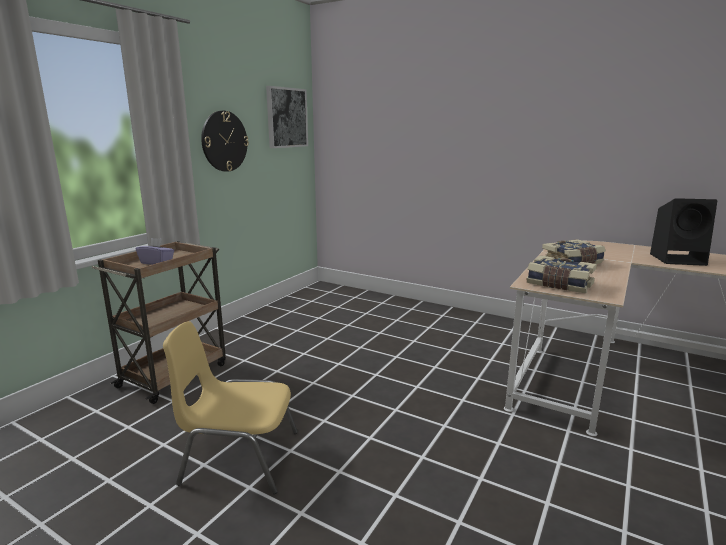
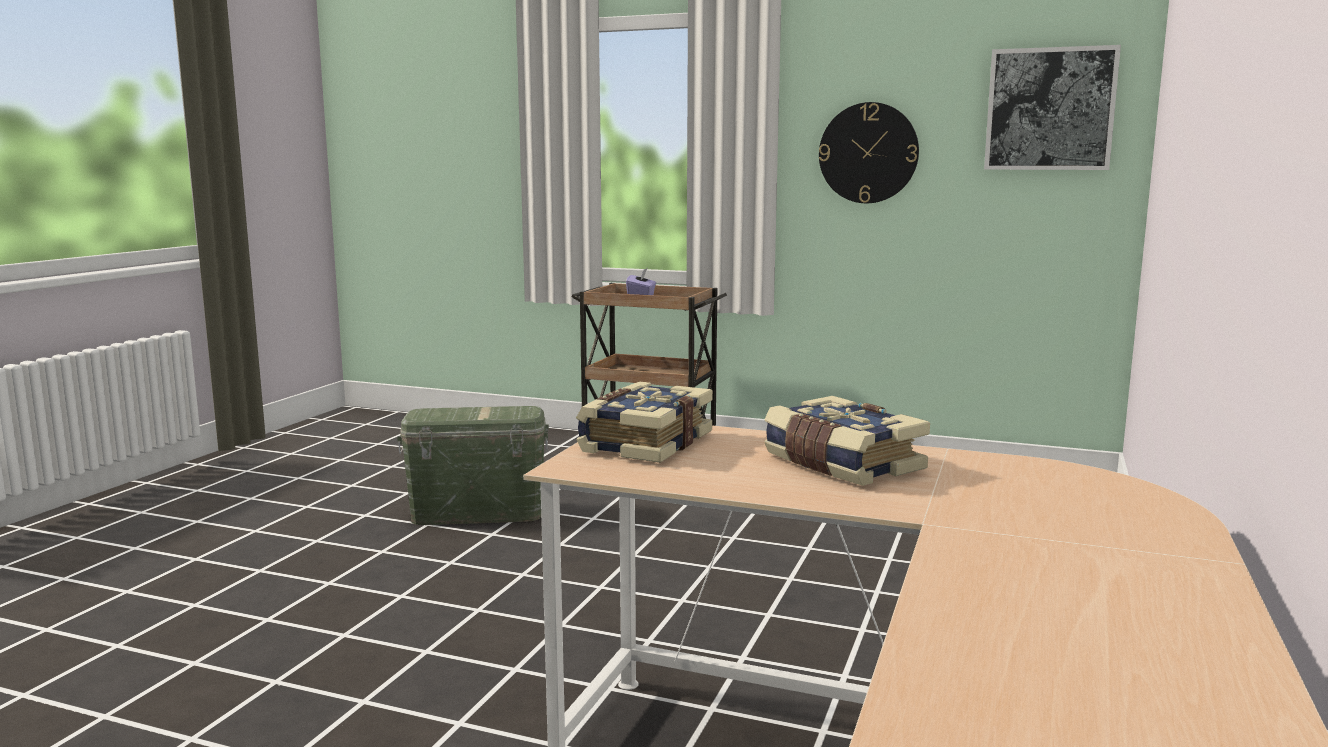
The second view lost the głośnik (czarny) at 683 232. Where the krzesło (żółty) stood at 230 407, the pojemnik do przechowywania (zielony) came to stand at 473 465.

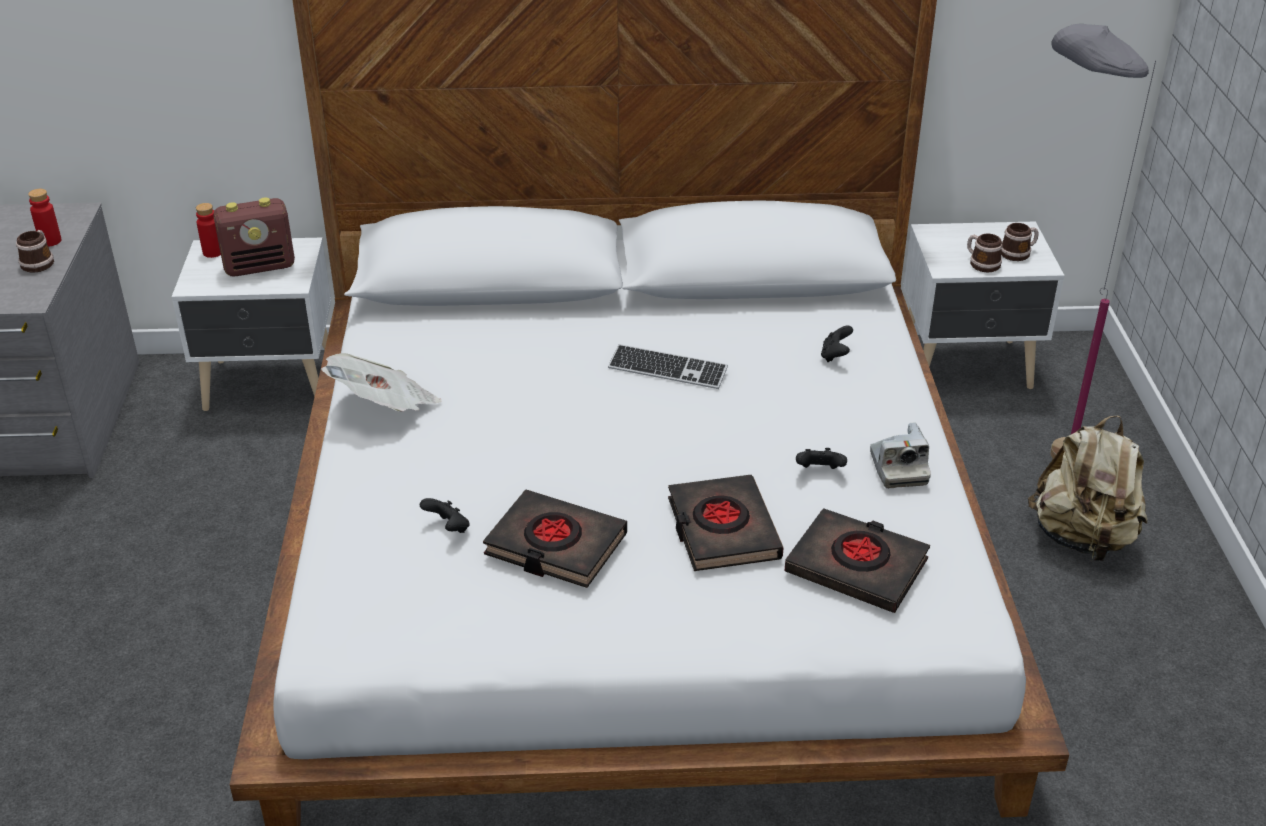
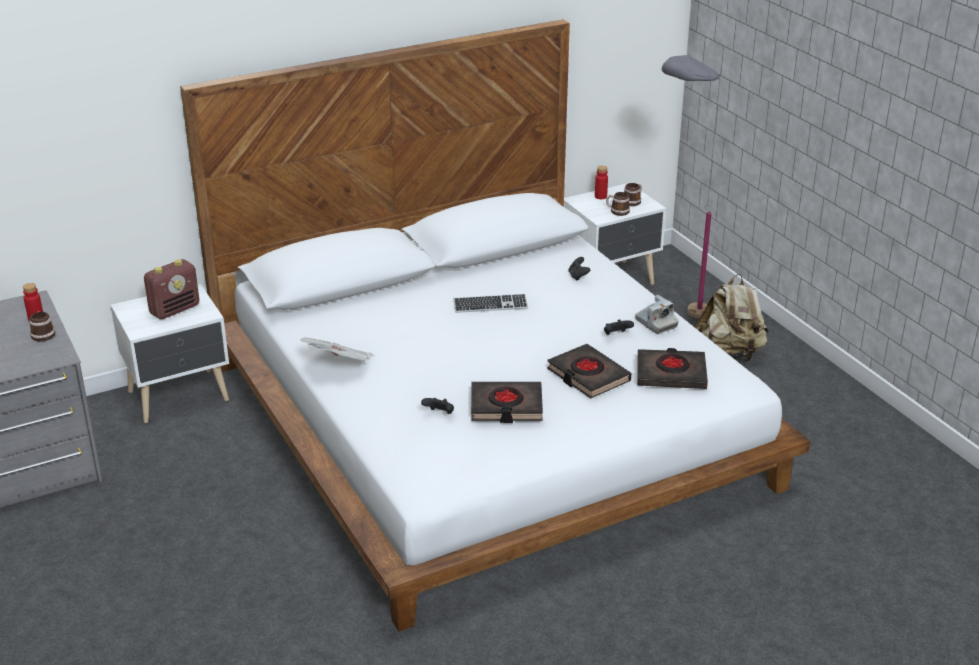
The butelka (czerwony) ended up elsewhere, having gone from 208 230 to 601 182.

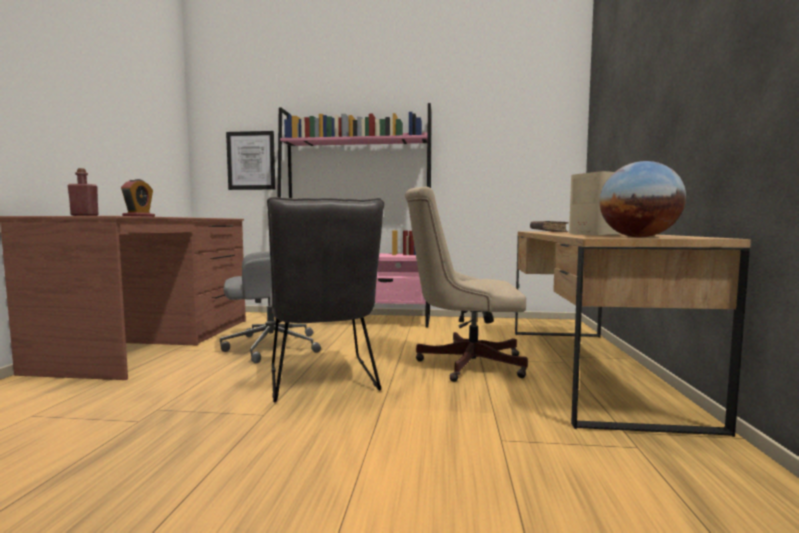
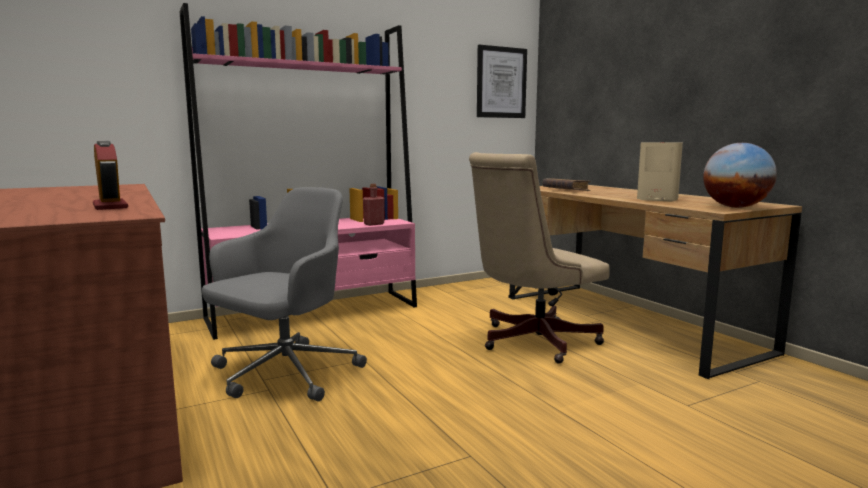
The obraz ended up elsewhere, having gone from 250 160 to 502 81. The butelka (czerwony) ended up elsewhere, having gone from 83 192 to 373 205. The second view lost the krzesło (szary) at 325 300.

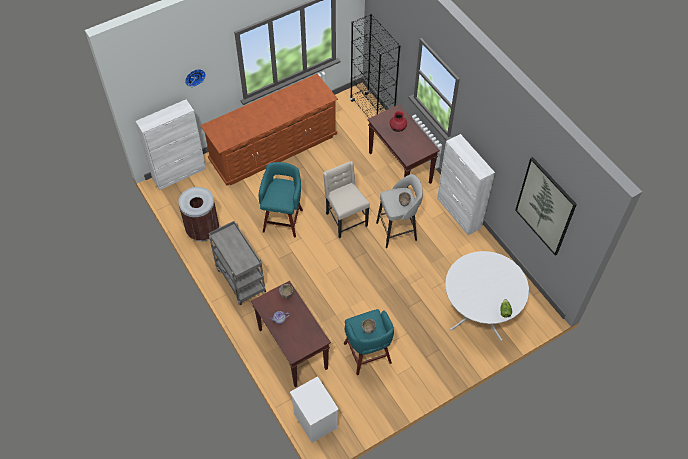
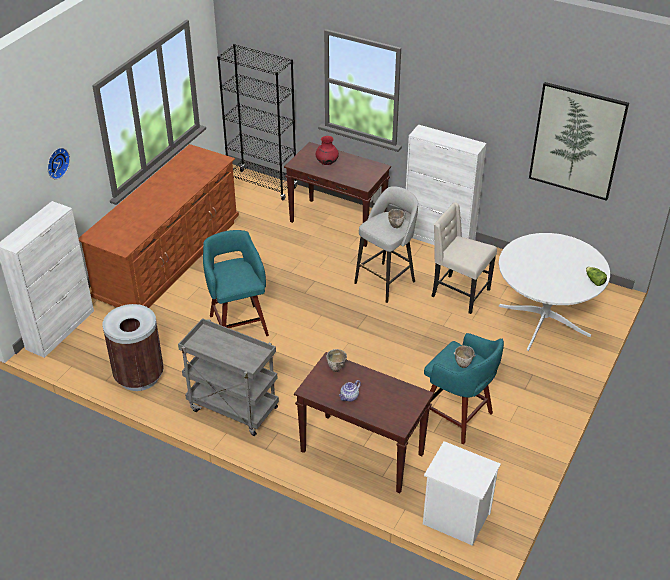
The krzesło (beżowy) ended up elsewhere, having gone from 346 199 to 464 258.

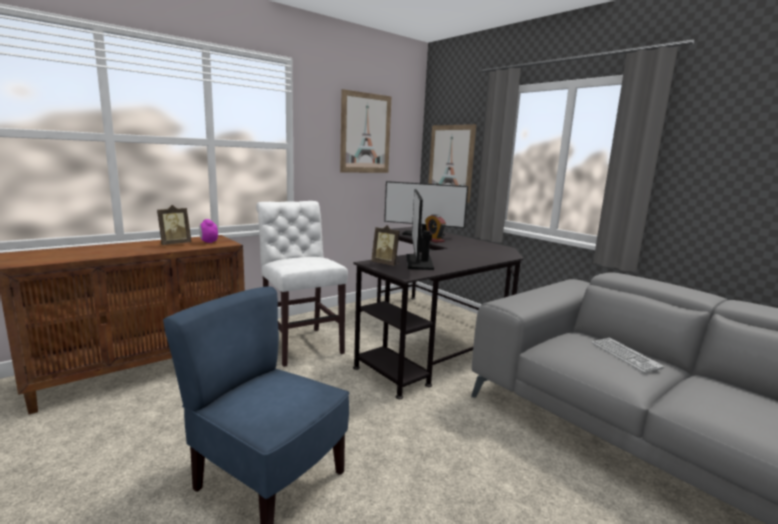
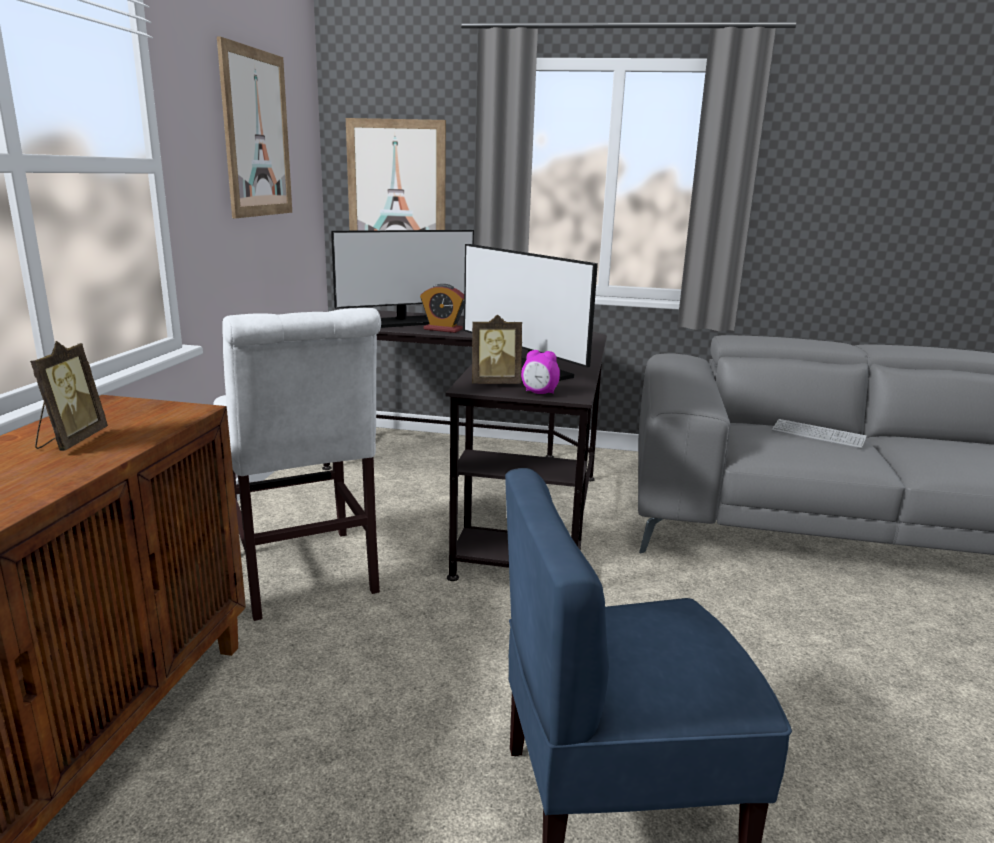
The krzesło (biały) at 302 284 ended up facing another way, 135 degrees counterclockwise from before. The budzik ended up elsewhere, having gone from 208 231 to 540 372.

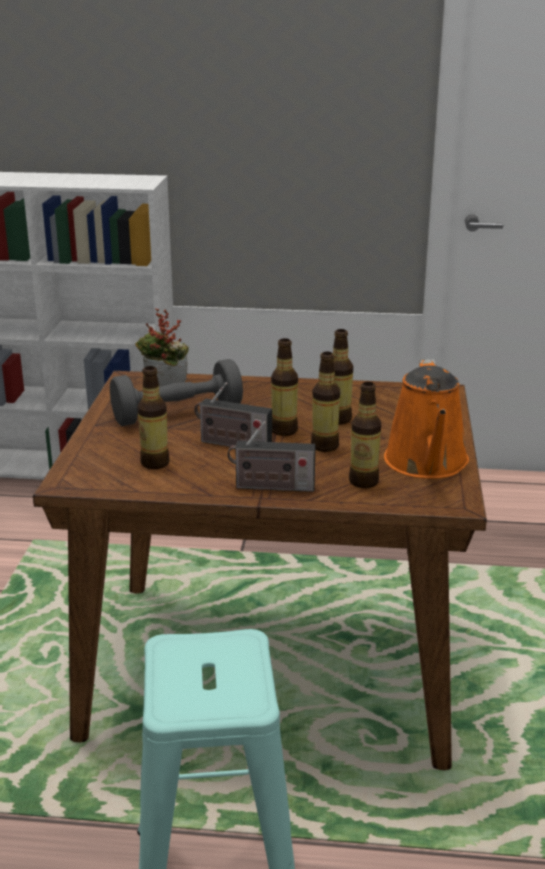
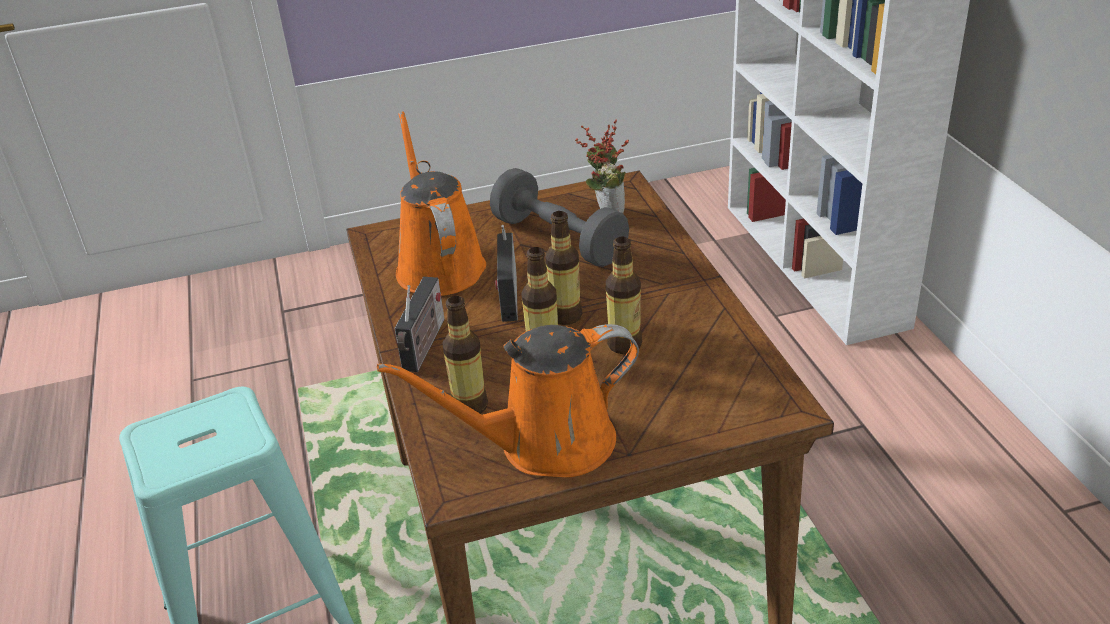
Where the butelka stood at 154 417, the konewka (pomarańczowy) came to stand at 441 203. The radio at 271 456 ended up facing another way, 150 degrees counterclockwise from before.

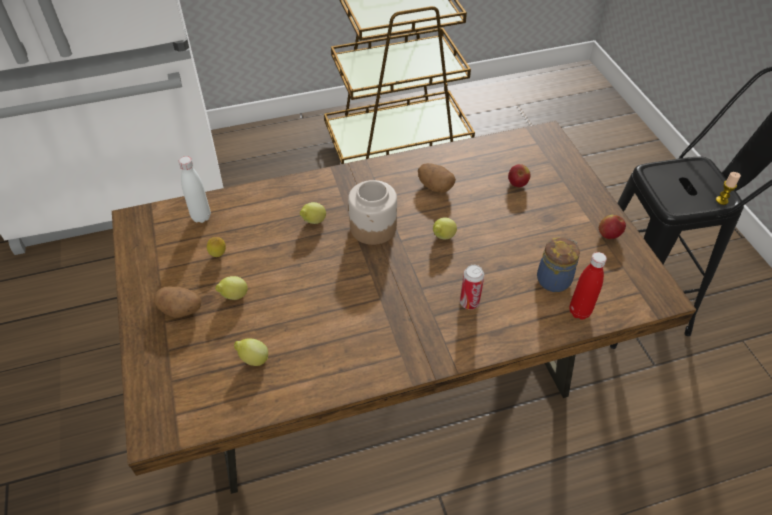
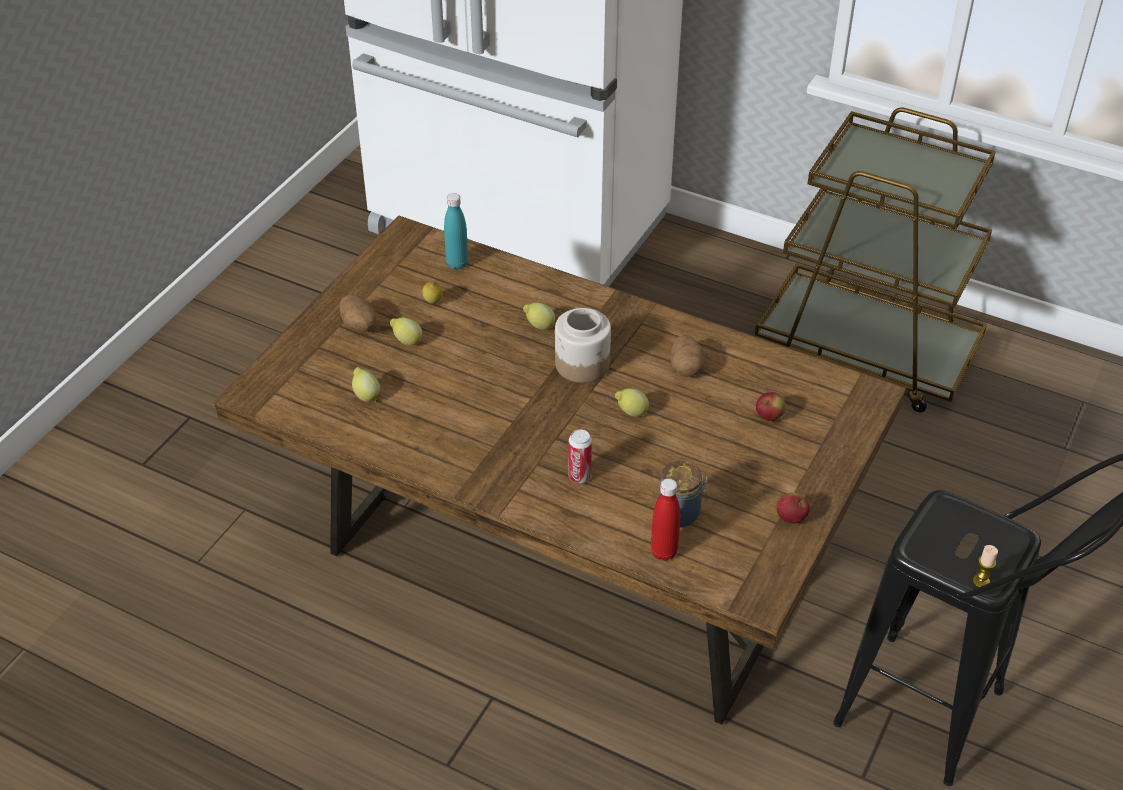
What was the butelka (biały) at 195 189 turned into the butelka (turkusowy) at 456 231.

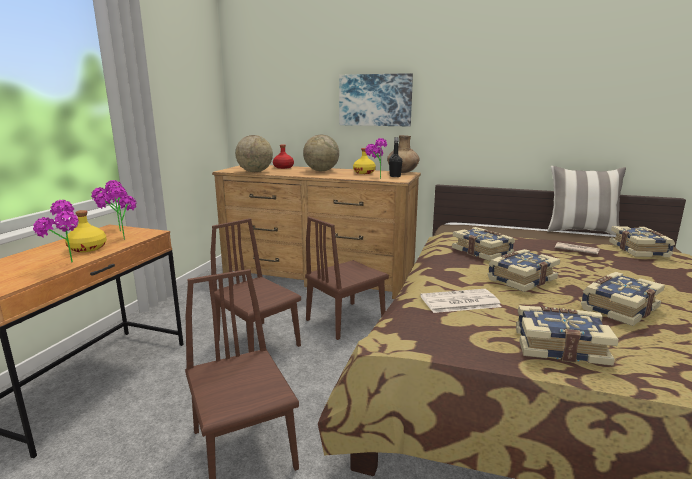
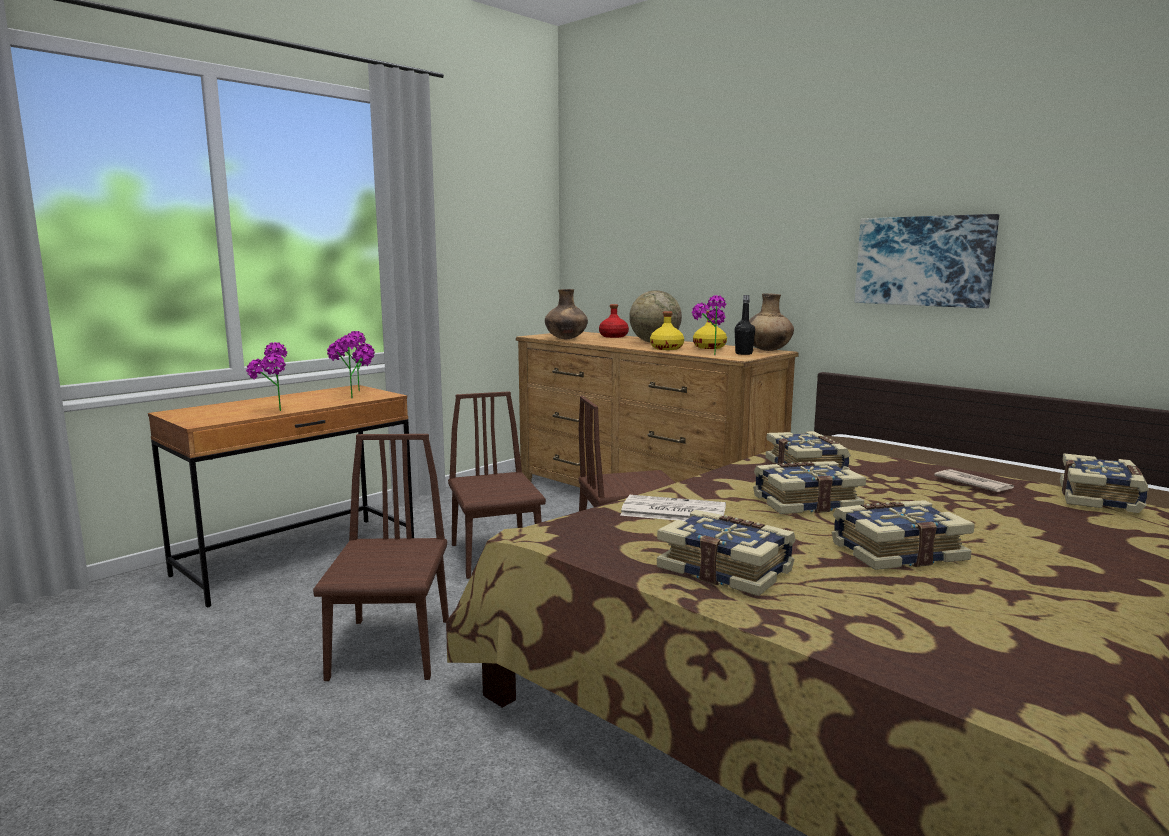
The obraz ended up elsewhere, having gone from 376 99 to 927 261. Where the globus stood at 254 153, the wazon (brązowy) came to stand at 566 314. The second view lost the poduszka at 586 200. The butelka (żółty) ended up elsewhere, having gone from 86 231 to 667 330.

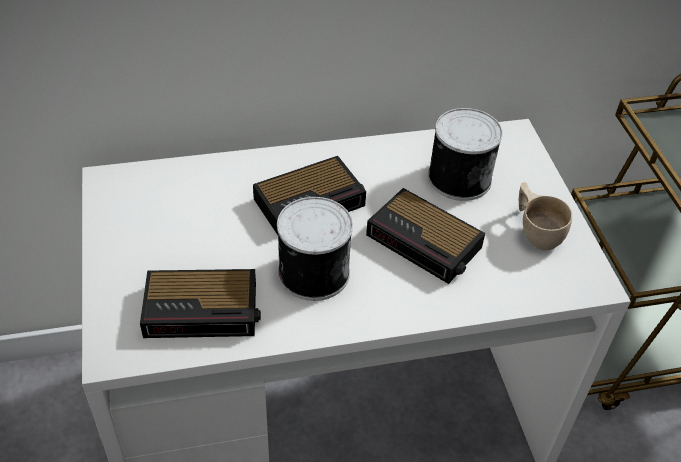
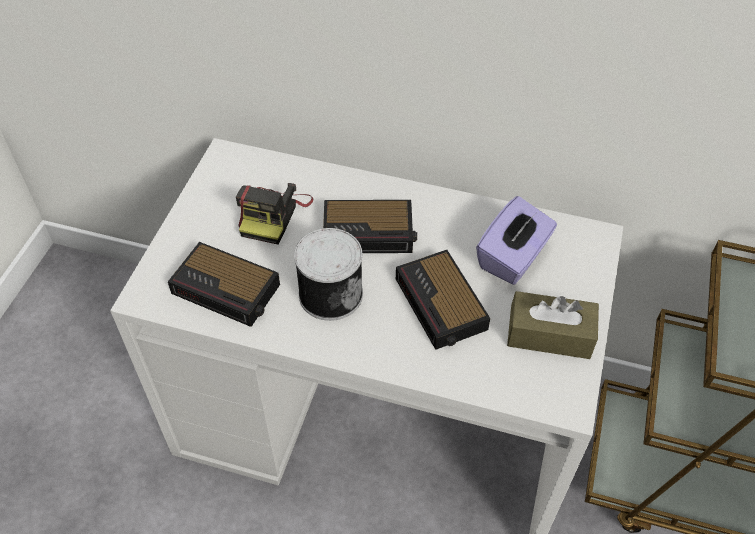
Where the puszka stood at 465 154, the pudełko chusteczek (fioletowy) came to stand at 516 240. Where the filiżanka (beżowy) stood at 545 216, the pudełko chusteczek (brązowy) came to stand at 553 325. The second view gained the aparat fotograficzny at 274 214.

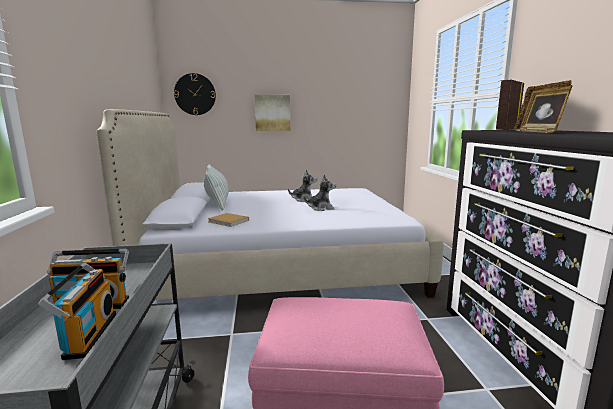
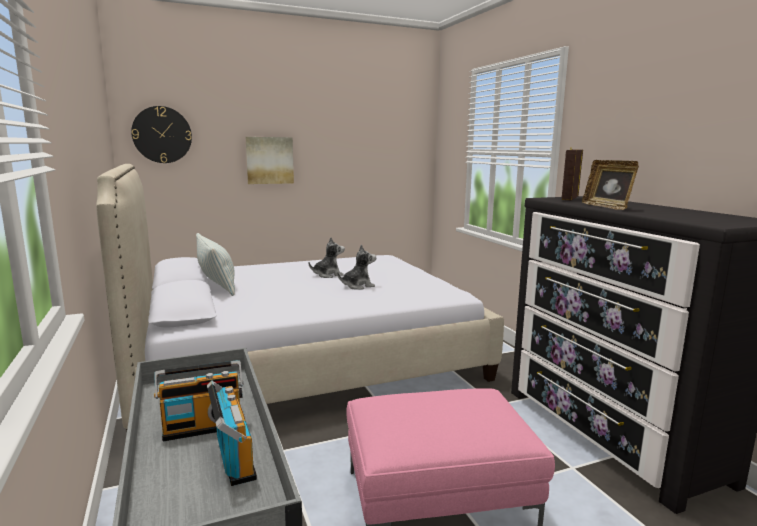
The second view lost the książka (beżowy) at 228 220.

